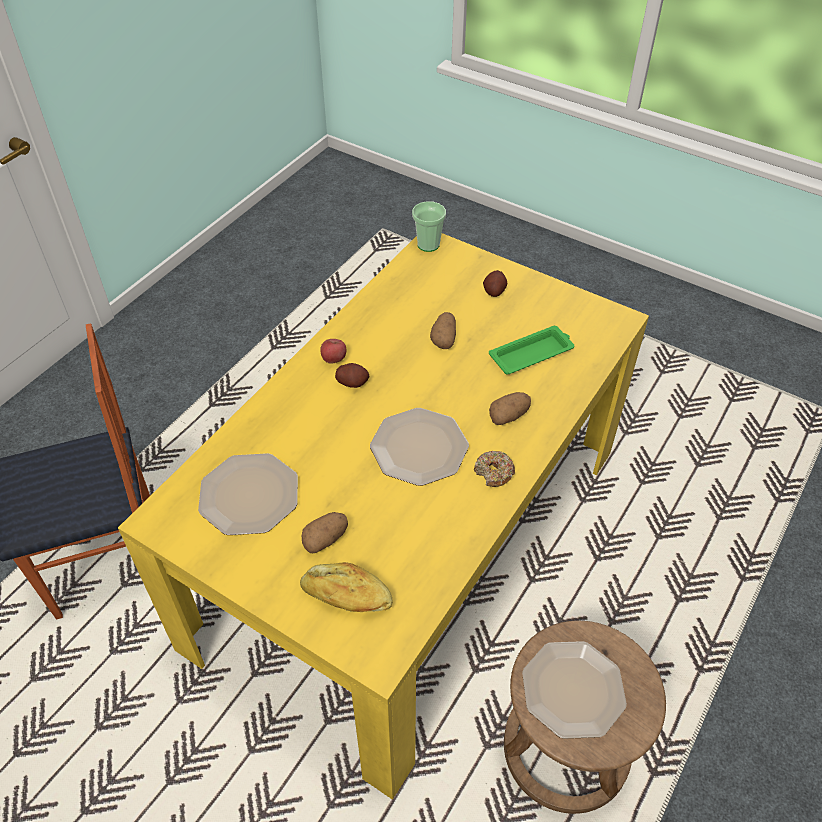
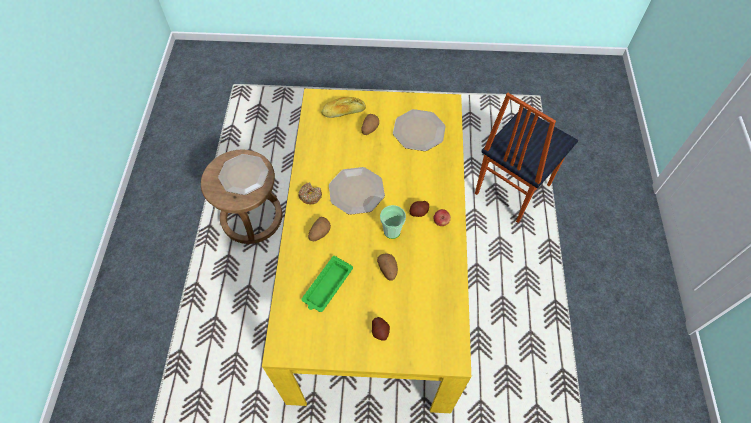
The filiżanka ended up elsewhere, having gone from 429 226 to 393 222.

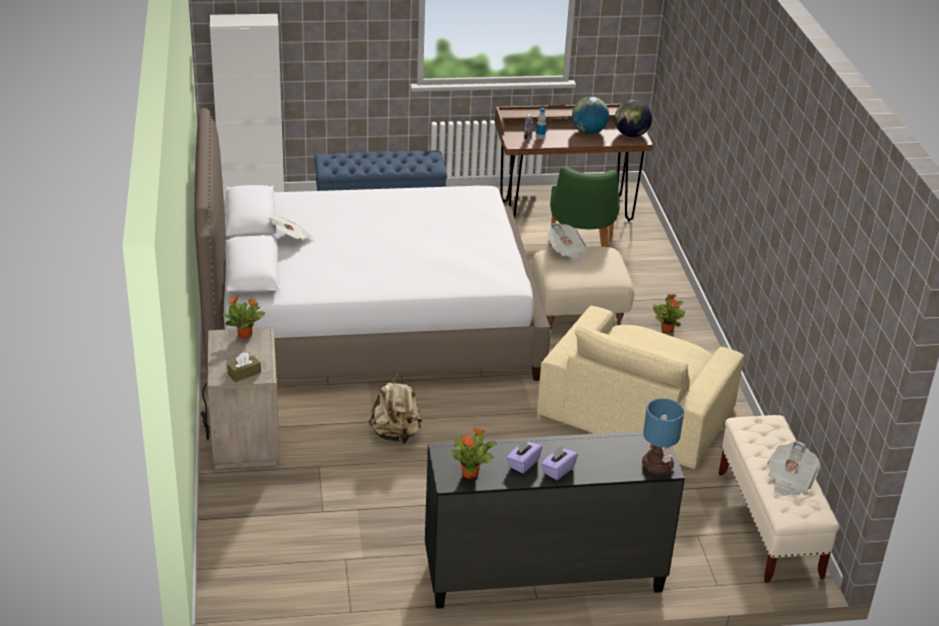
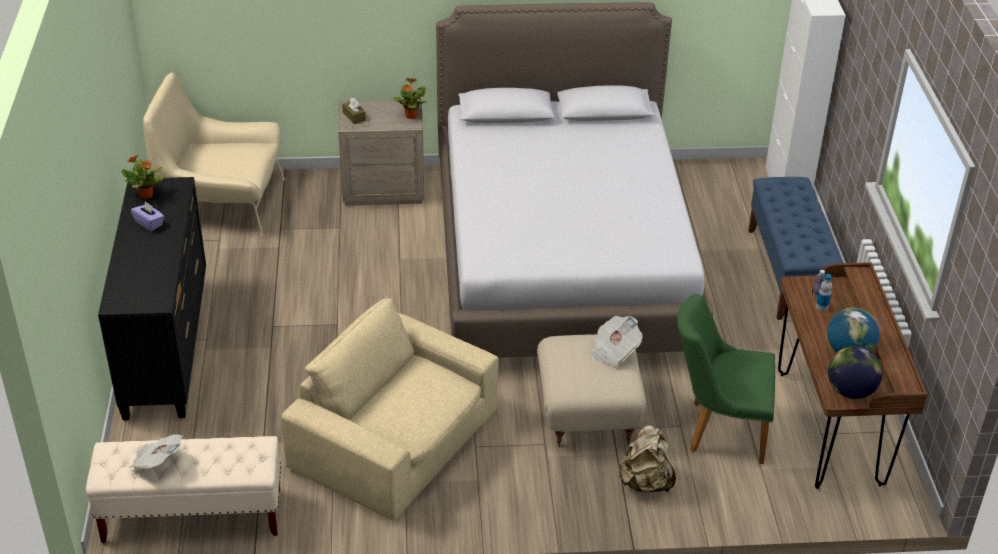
The second view lost the gazeta at 290 227. The second view lost the roślina doniczkowa at 669 313. The plecak (beżowy) ended up elsewhere, having gone from 395 410 to 647 459. The second view lost the lampa stołowa at 663 436. The second view lost the pudełko chusteczek (fioletowy) at 559 462. The second view gained the fotel (beżowy) at 214 155.

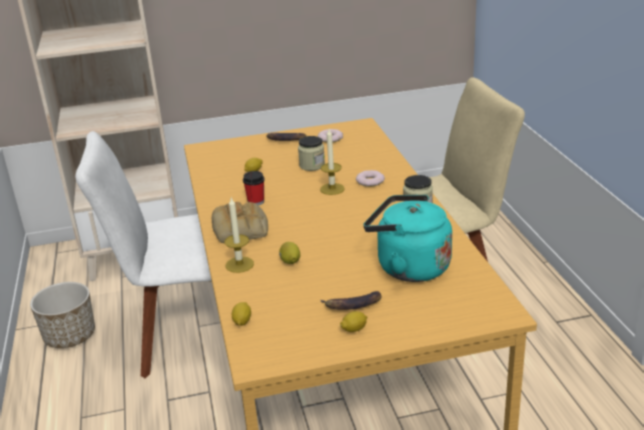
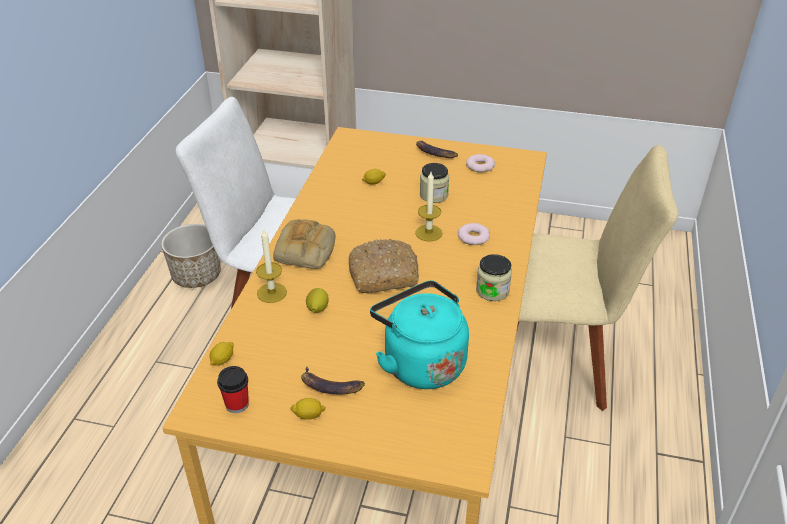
The filiżanka ended up elsewhere, having gone from 254 188 to 233 389. The second view gained the chleb at 384 266.

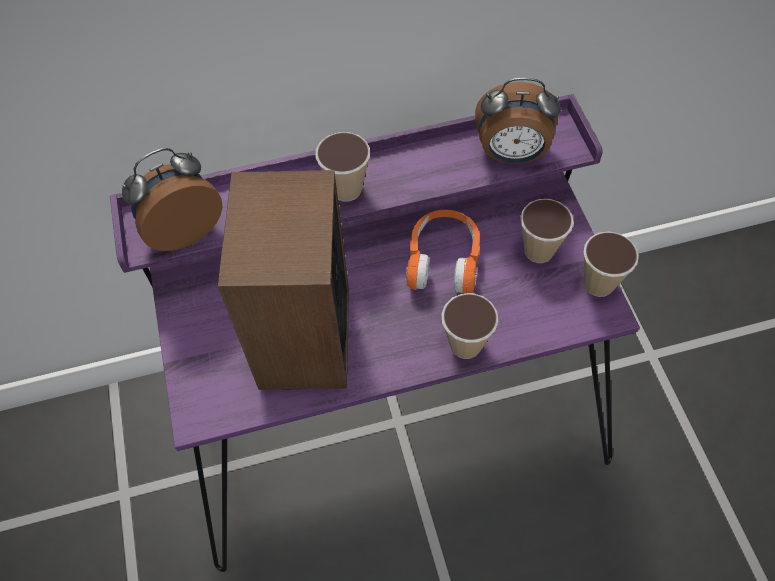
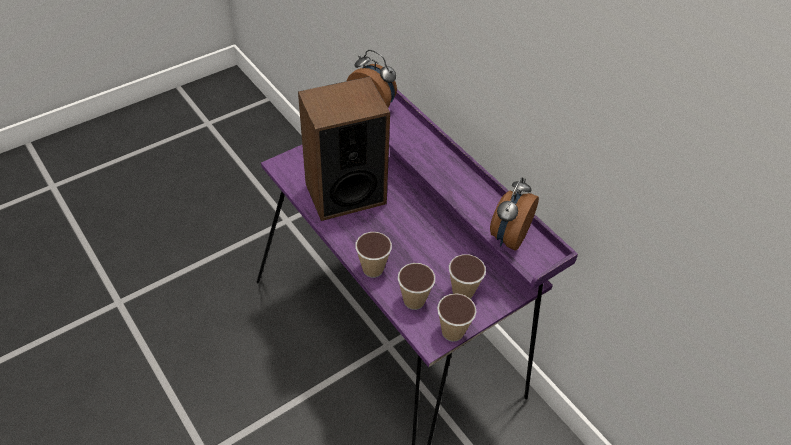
The budzik at 518 121 ended up facing another way, 45 degrees clockwise from before. The filiżanka ended up elsewhere, having gone from 342 167 to 416 286. The second view lost the słuchawki (pomarańczowy) at 443 251.

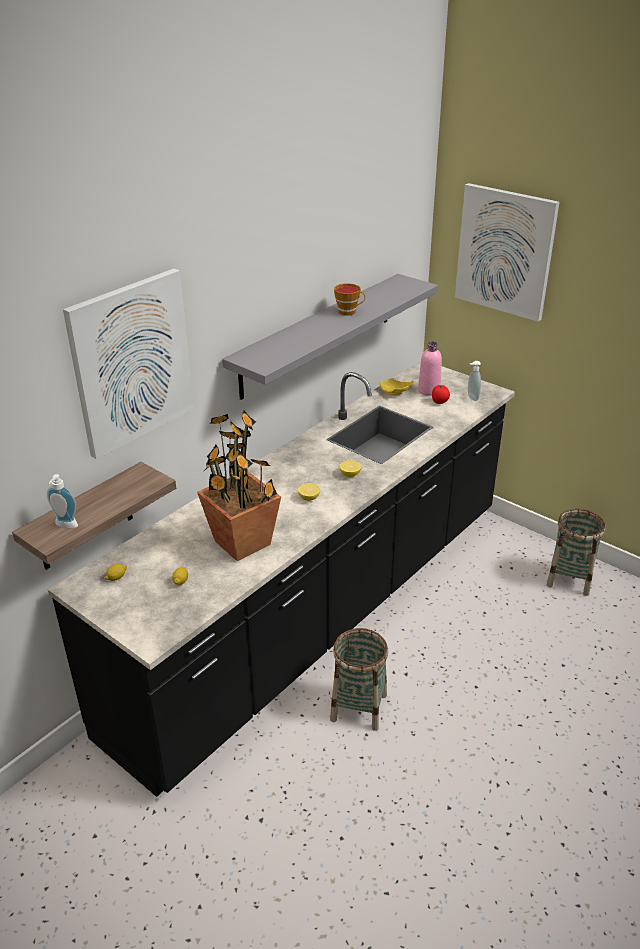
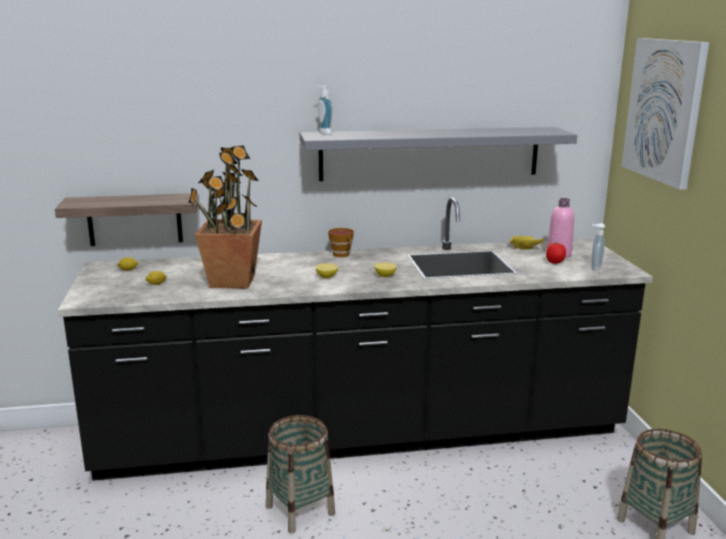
The second view lost the obraz at 128 364. The filiżanka ended up elsewhere, having gone from 349 299 to 341 242. The dozownik mydła ended up elsewhere, having gone from 62 501 to 324 110.

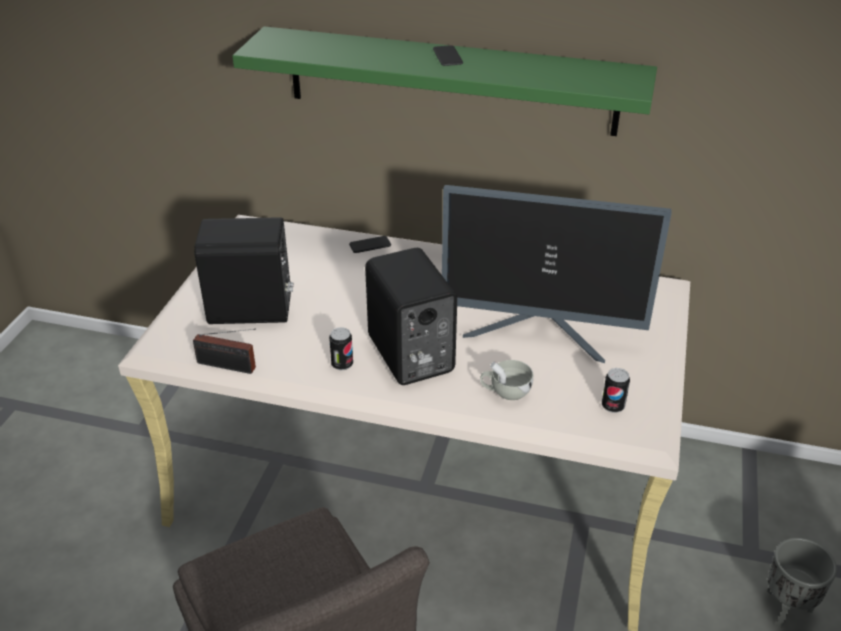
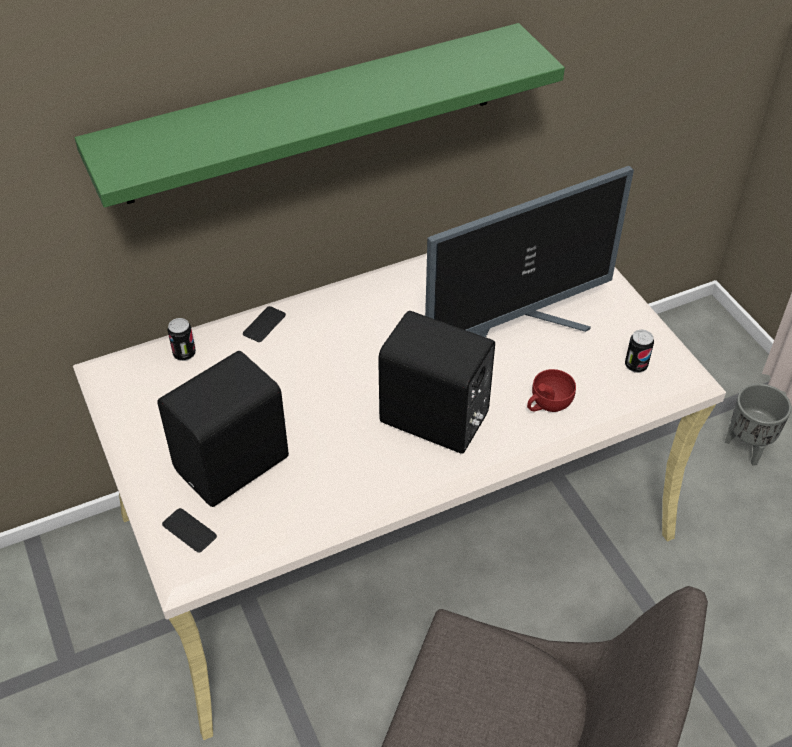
The telefon ended up elsewhere, having gone from 448 55 to 189 530. The puszka ended up elsewhere, having gone from 341 348 to 182 339. The second view lost the radio at 224 351. What was the filiżanka (biały) at 507 380 turned into the filiżanka (czerwony) at 551 390.

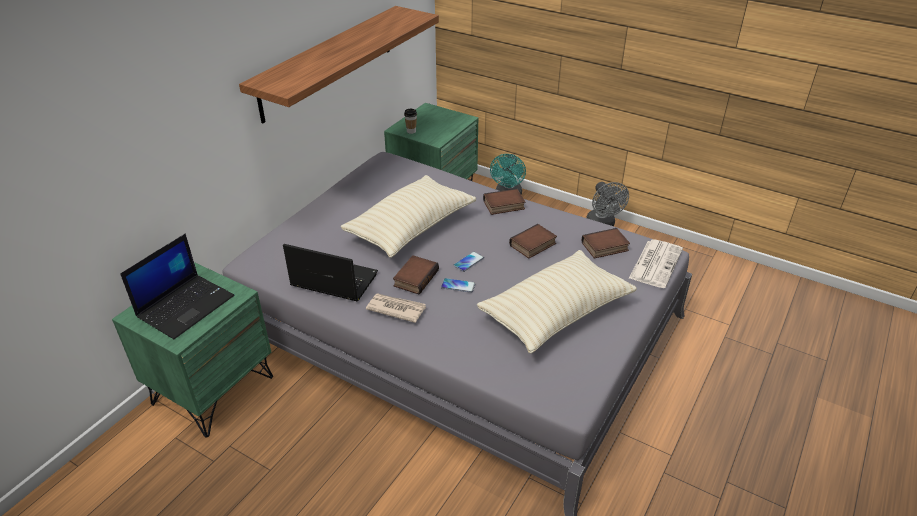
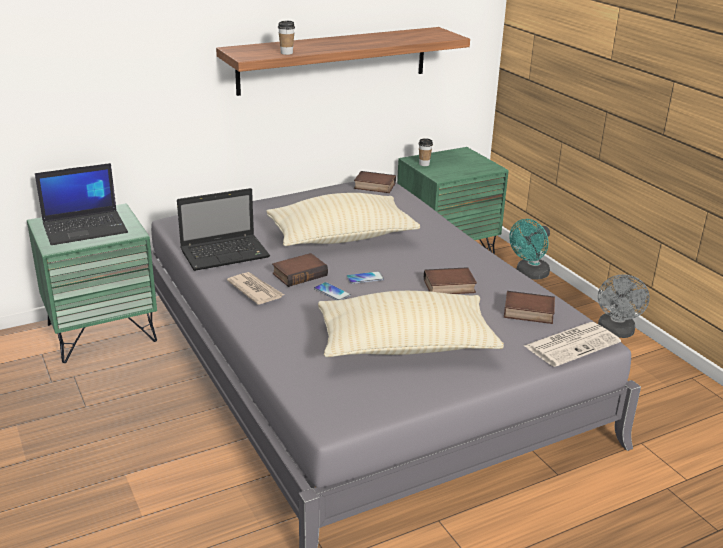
The książka ended up elsewhere, having gone from 504 202 to 375 182. The laptop at 330 272 ended up facing another way, 105 degrees clockwise from before. The second view gained the filiżanka at 286 38.

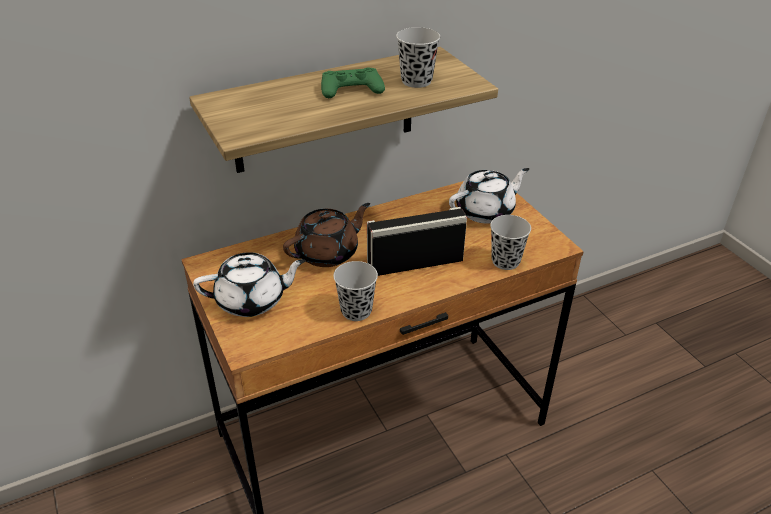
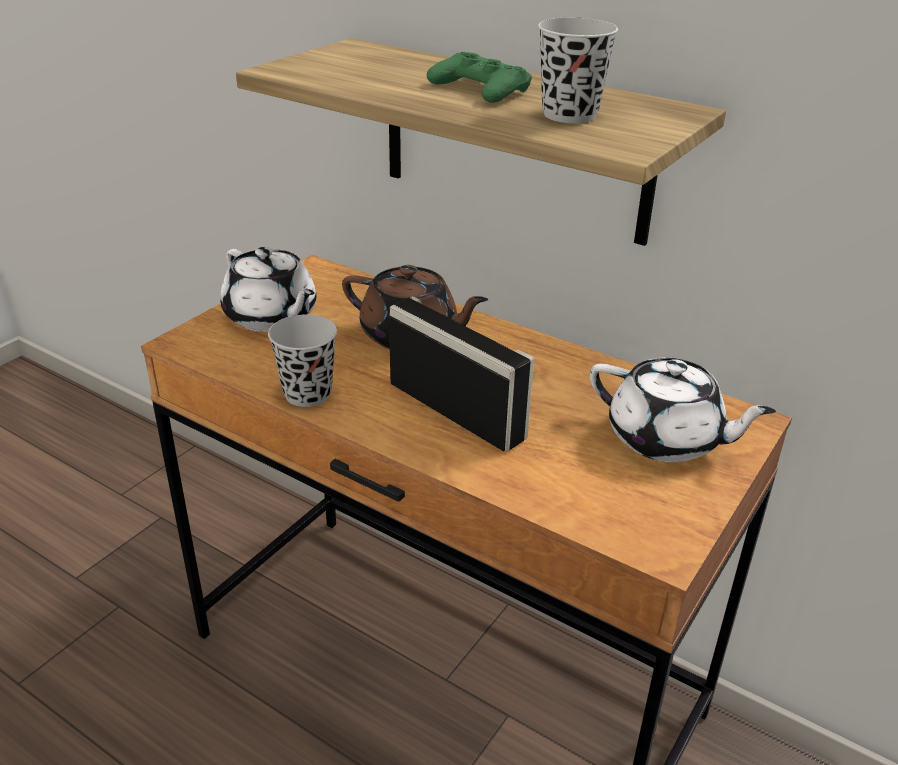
The second view lost the filiżanka (czarny) at 510 242.

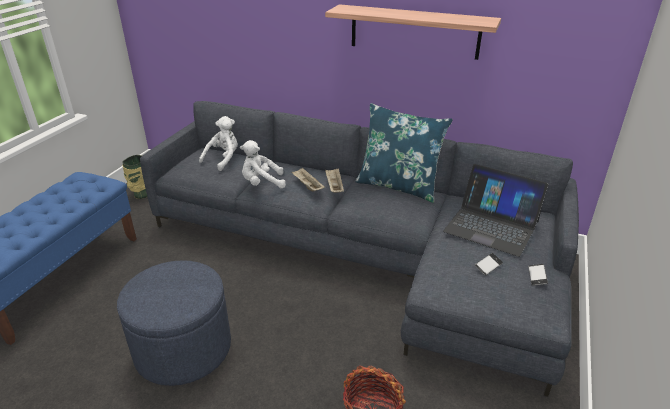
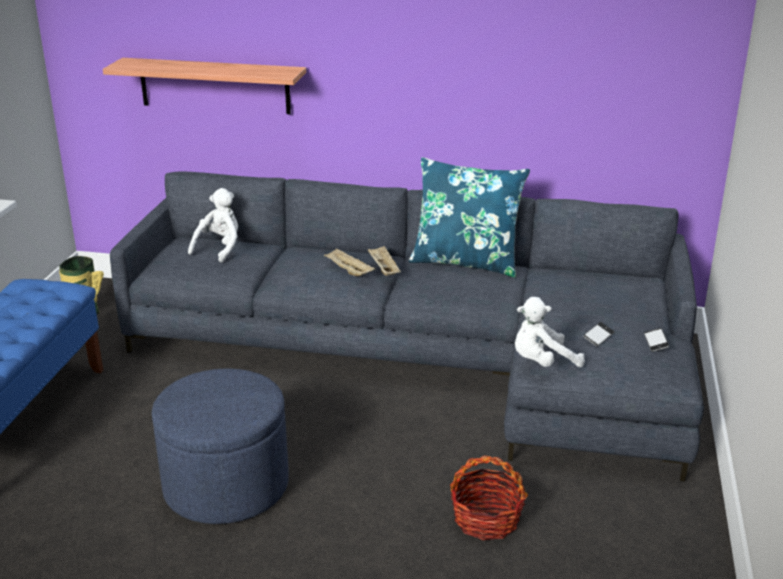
The półka ended up elsewhere, having gone from 413 32 to 204 86. The pluszak (biały) ended up elsewhere, having gone from 263 164 to 550 332. The second view lost the laptop at 496 210.

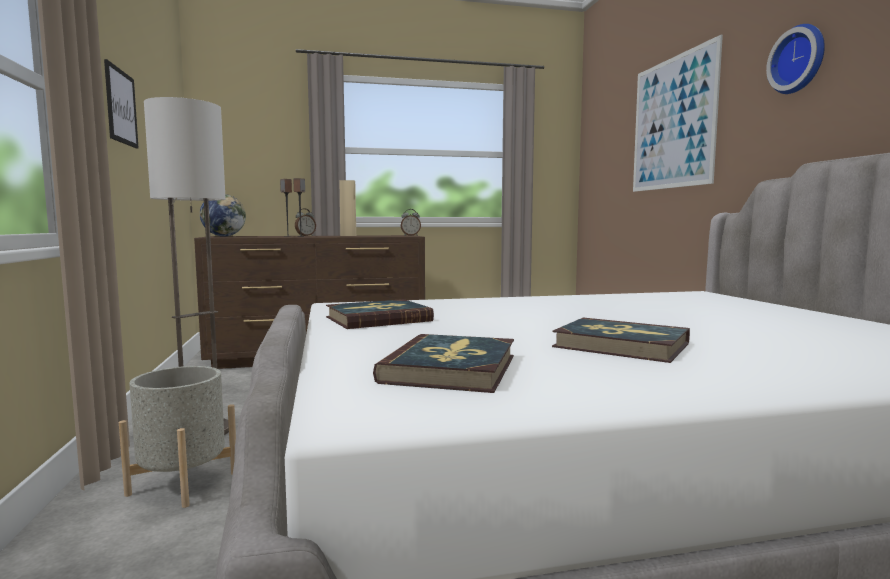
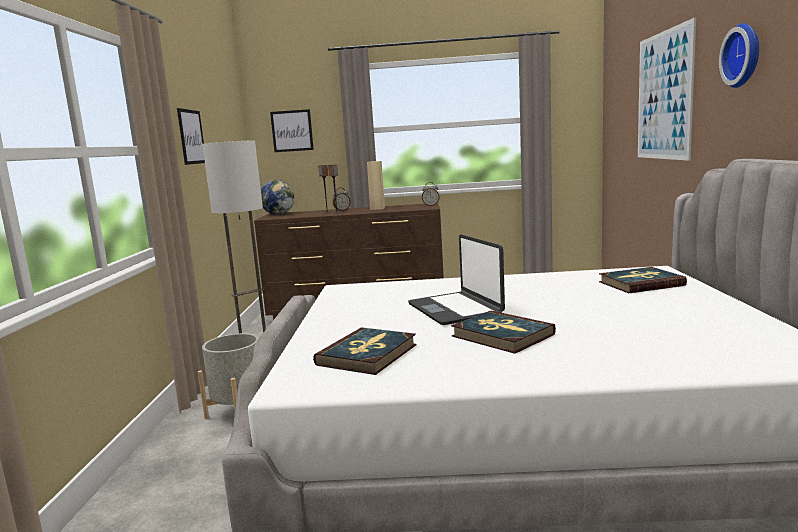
The książka ended up elsewhere, having gone from 380 314 to 643 280. The second view gained the obraz at 292 130. The second view gained the laptop at 456 279.

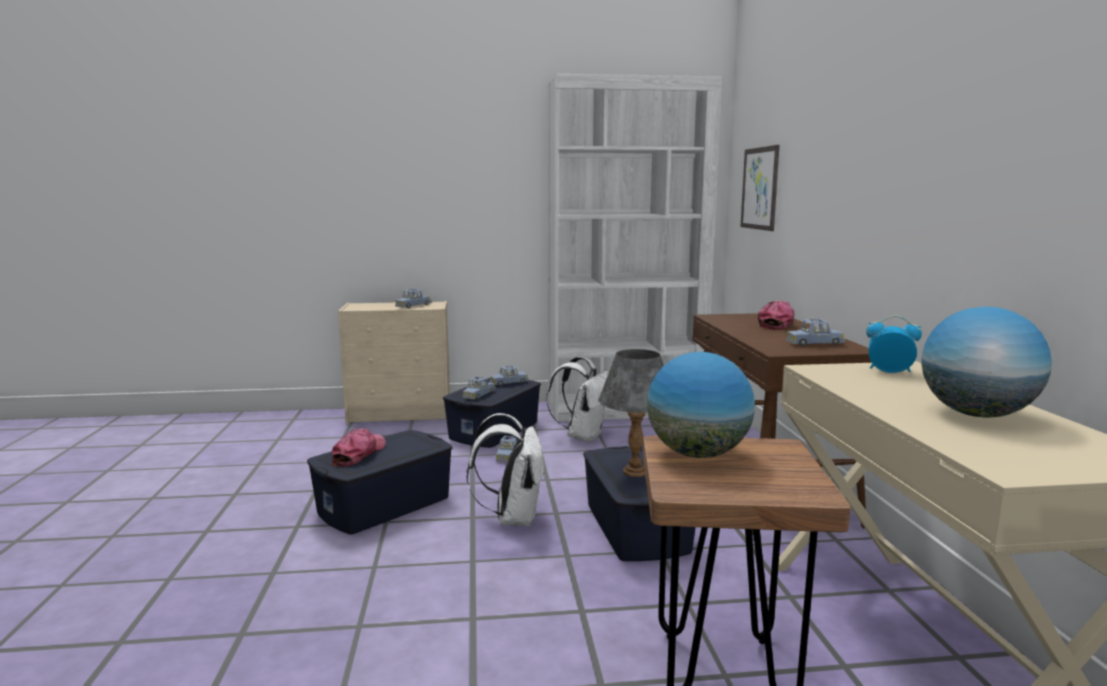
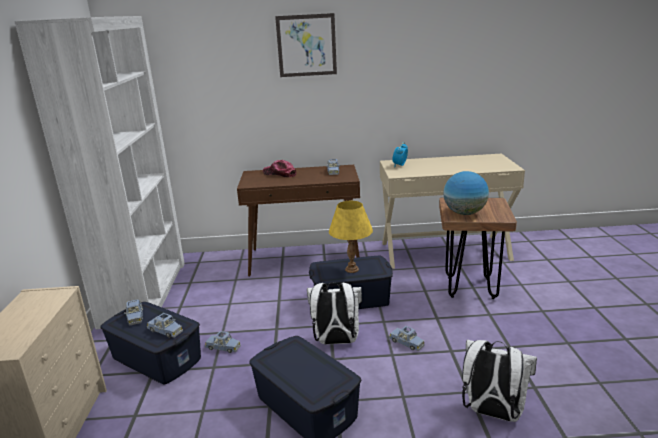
The obraz ended up elsewhere, having gone from 760 188 to 306 45. The samochodzik (niebieski) ended up elsewhere, having gone from 413 298 to 407 338. The second view lost the globus at 986 362. What was the lampa stołowa (szary) at 631 413 turned into the lampa stołowa (żółty) at 351 237. The plecak (biały) ended up elsewhere, having gone from 577 399 to 499 380. The second view lost the czapka z daszkiem at 359 447.

